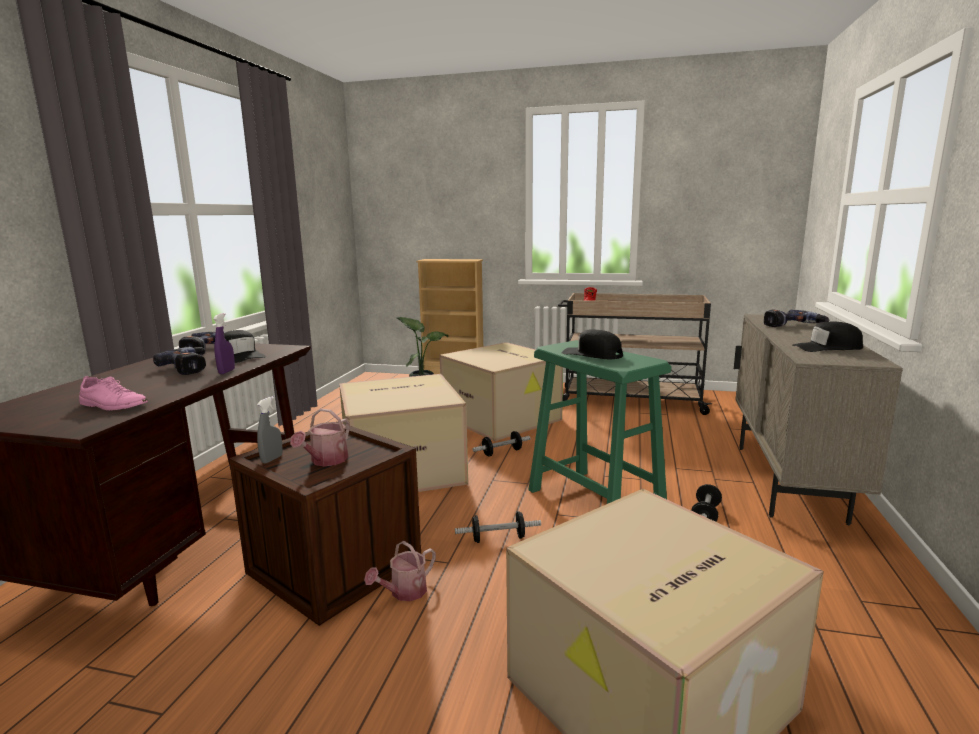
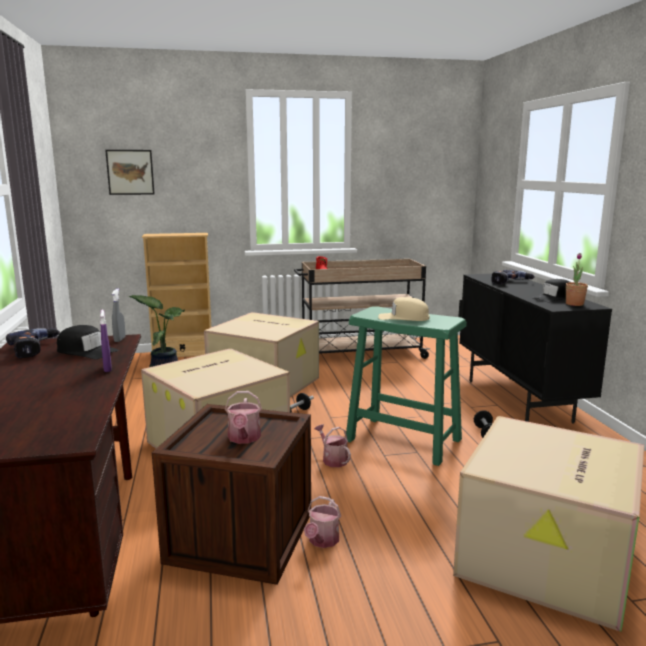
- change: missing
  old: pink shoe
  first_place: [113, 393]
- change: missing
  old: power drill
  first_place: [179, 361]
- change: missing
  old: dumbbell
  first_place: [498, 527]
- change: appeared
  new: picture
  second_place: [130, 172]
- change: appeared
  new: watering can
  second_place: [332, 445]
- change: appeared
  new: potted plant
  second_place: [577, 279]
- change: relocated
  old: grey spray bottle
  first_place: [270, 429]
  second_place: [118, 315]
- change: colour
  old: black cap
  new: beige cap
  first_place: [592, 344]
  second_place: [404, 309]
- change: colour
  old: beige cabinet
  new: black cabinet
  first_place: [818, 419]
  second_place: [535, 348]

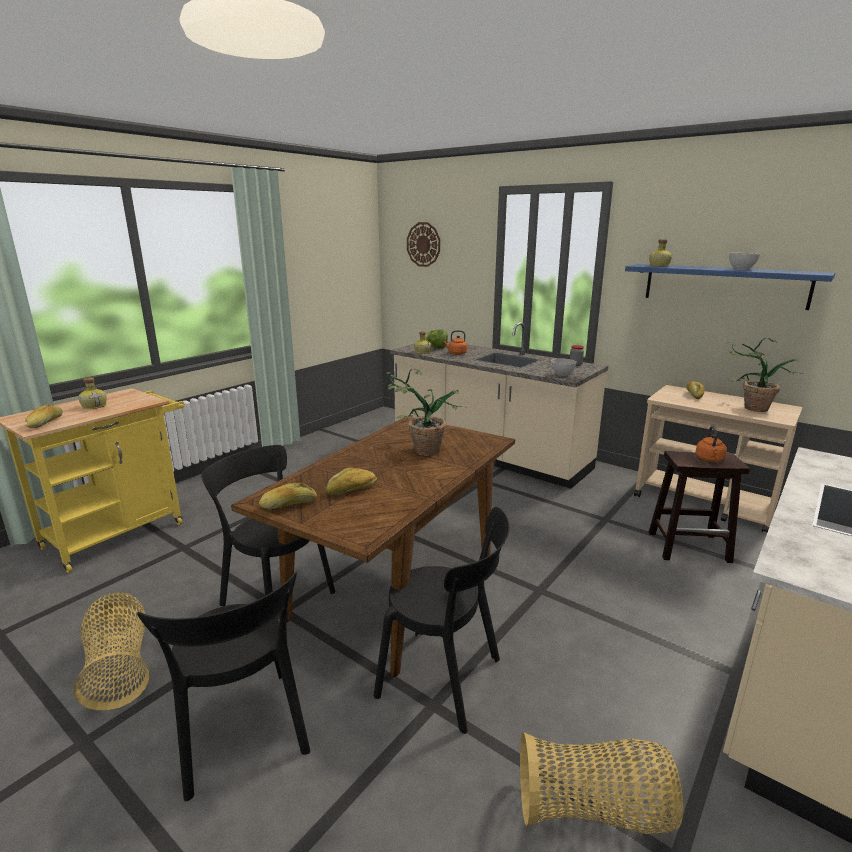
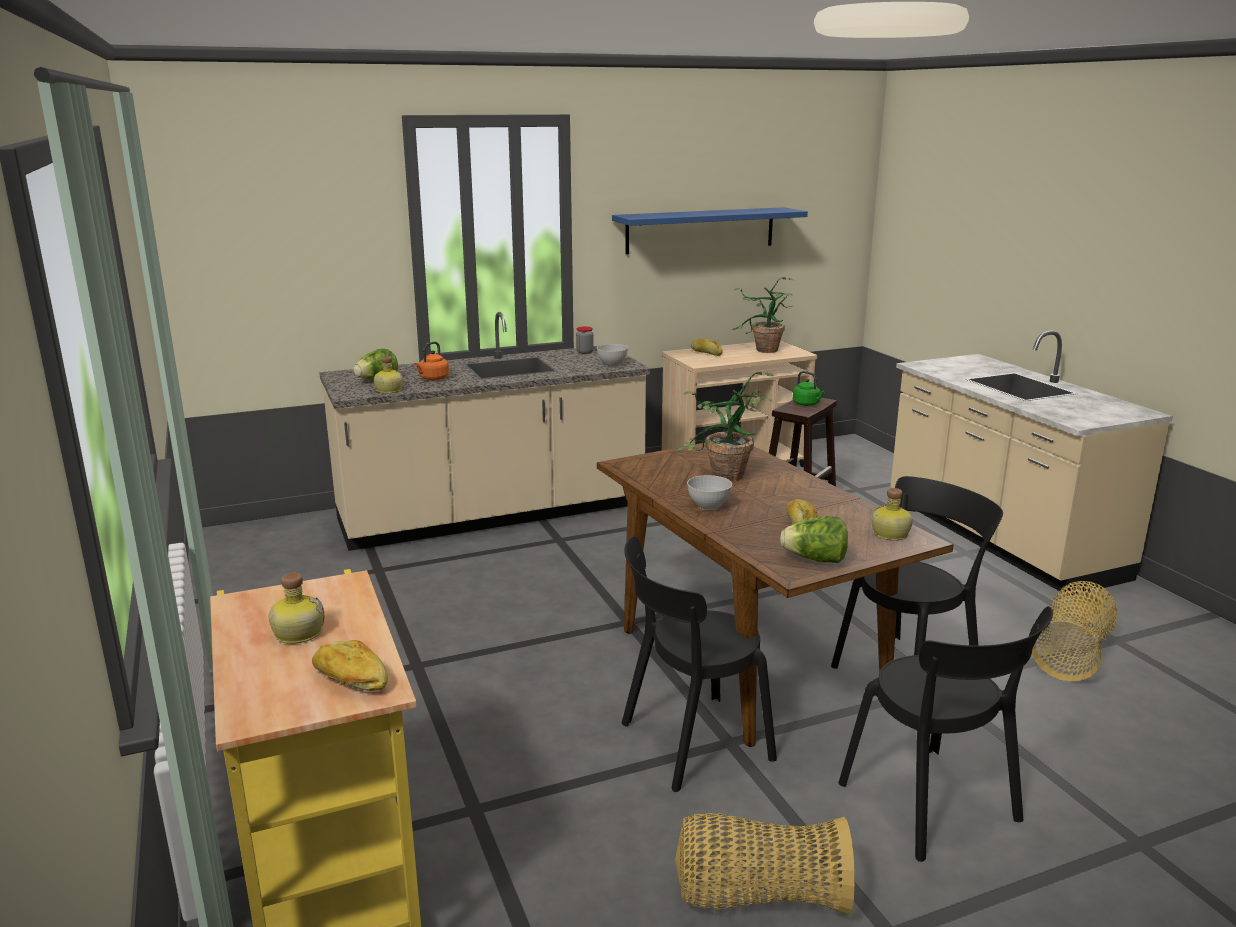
- change: missing
  old: wall clock
  first_place: [423, 244]
- change: relocated
  old: bottle
  first_place: [660, 252]
  second_place: [892, 514]
- change: relocated
  old: grey bowl
  first_place: [744, 261]
  second_place: [709, 492]
- change: exchanged
  old: bread
  new: lettuce
  first_place: [288, 496]
  second_place: [814, 539]
- change: colour
  old: orange kettle
  new: green kettle
  first_place: [711, 444]
  second_place: [809, 388]
- change: spun
  old: black chair
  first_place: [223, 686]
  second_place: [946, 734]
  degrees: 60

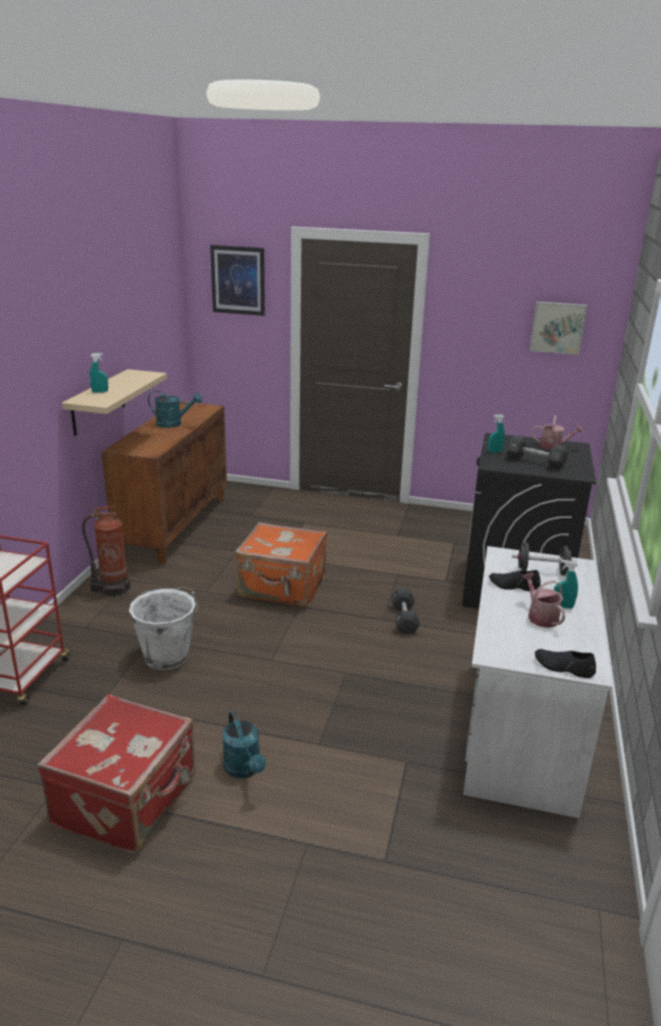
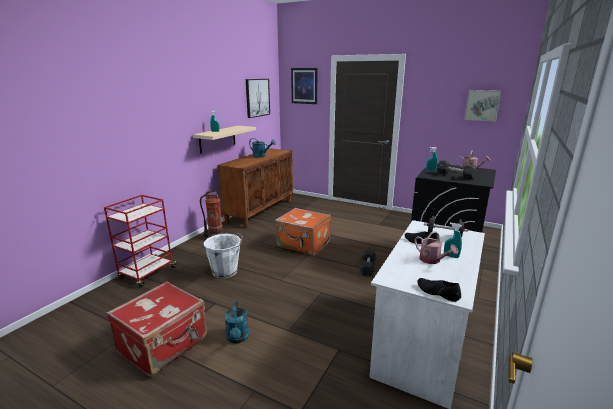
- change: appeared
  new: picture
  second_place: [258, 98]
- change: spun
  old: watering can
  first_place: [543, 600]
  second_place: [436, 247]
  degrees: 150

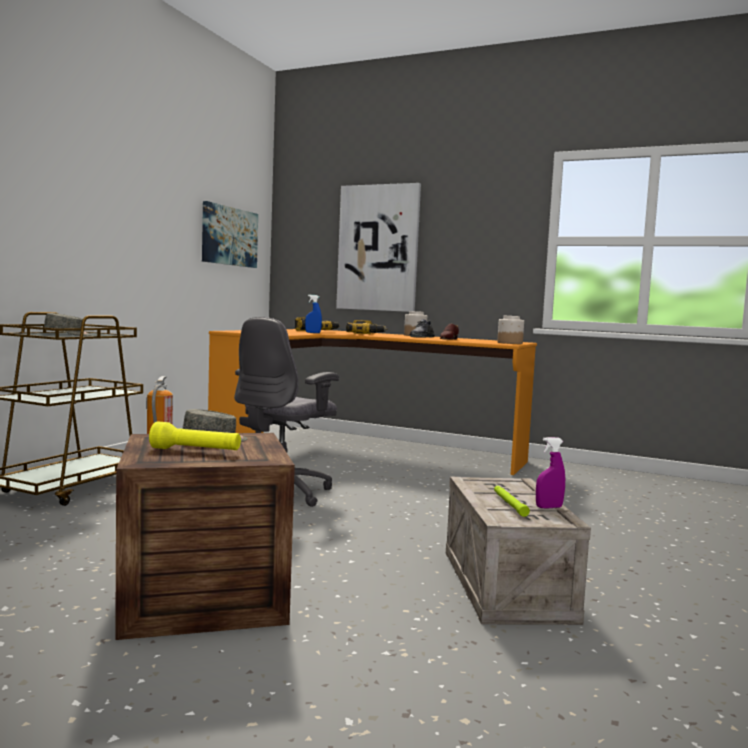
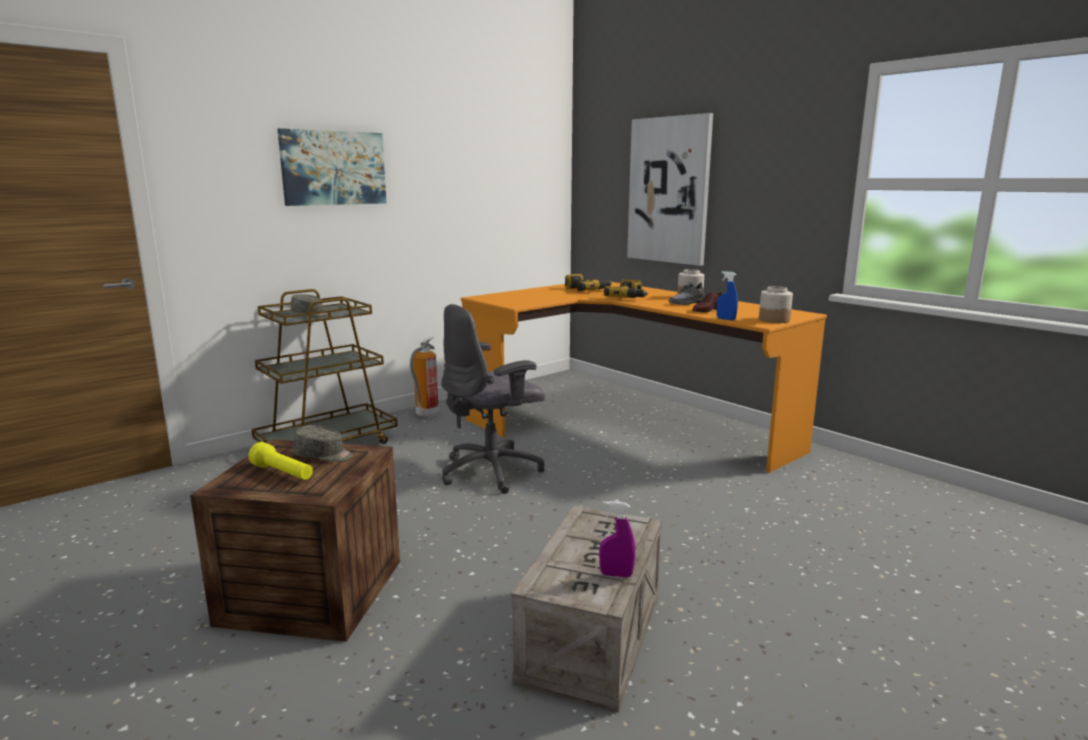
- change: missing
  old: green flashlight
  first_place: [512, 501]
- change: relocated
  old: picture
  first_place: [230, 234]
  second_place: [331, 167]
- change: relocated
  old: blue spray bottle
  first_place: [313, 314]
  second_place: [727, 295]

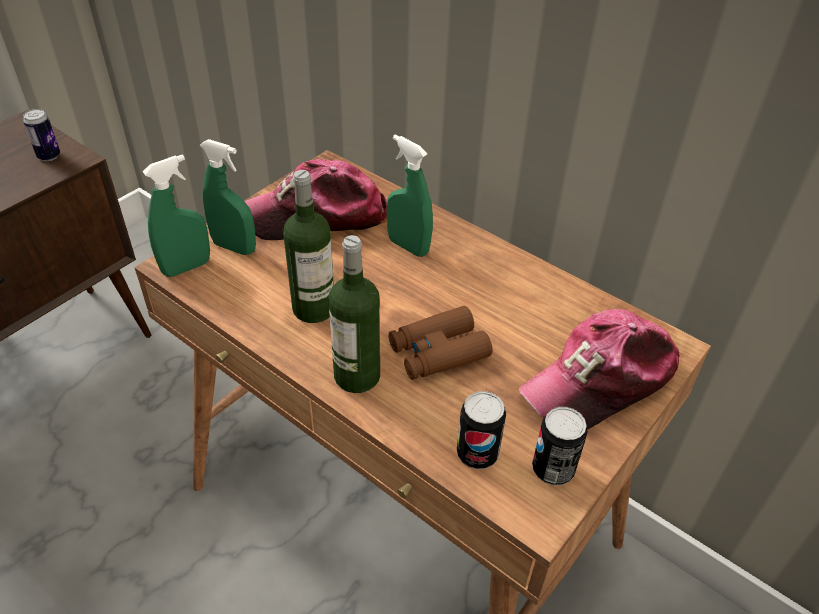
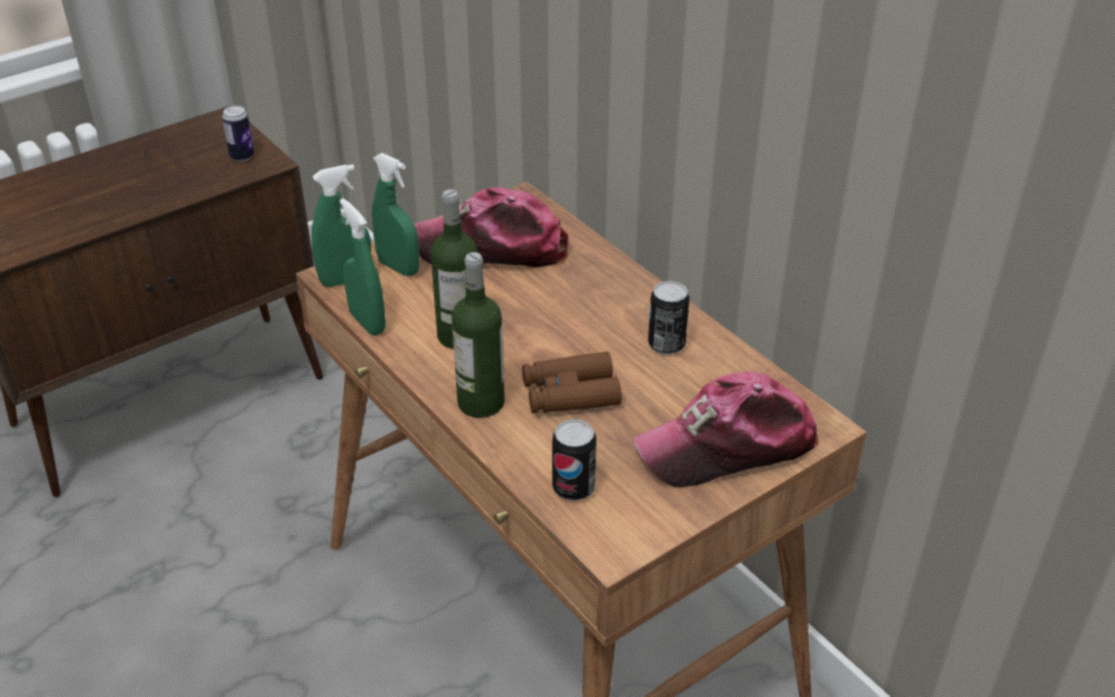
- change: relocated
  old: green spray bottle
  first_place: [410, 195]
  second_place: [363, 267]
- change: relocated
  old: can
  first_place: [560, 446]
  second_place: [669, 318]

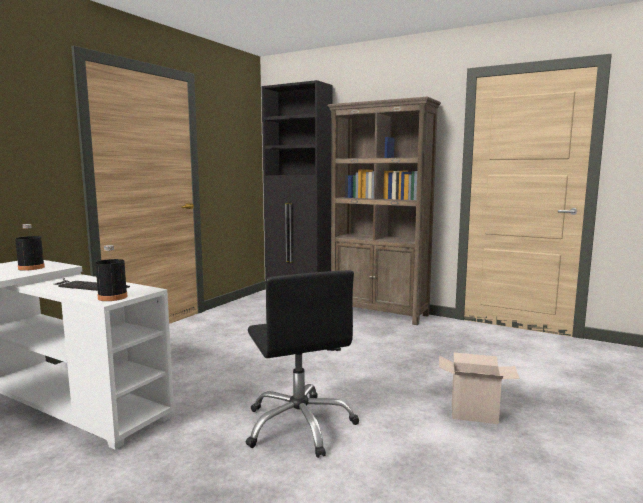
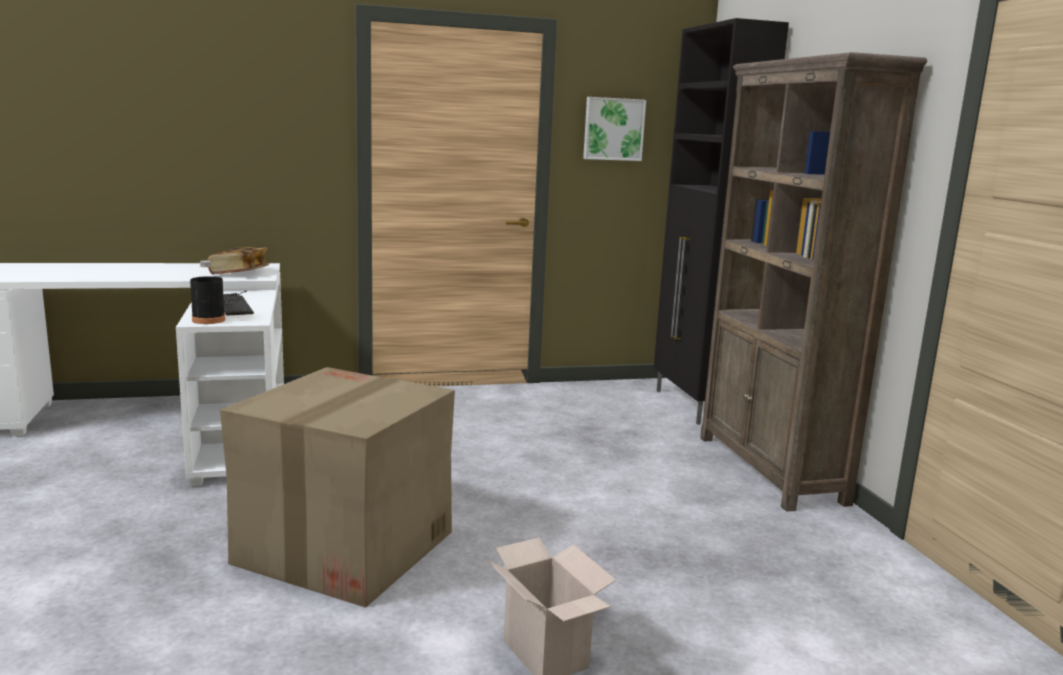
- change: appeared
  new: picture
  second_place: [614, 129]
- change: exchanged
  old: black bottle
  new: book
  first_place: [30, 247]
  second_place: [238, 261]
- change: exchanged
  old: black office chair
  new: cardboard box
  first_place: [302, 364]
  second_place: [337, 487]

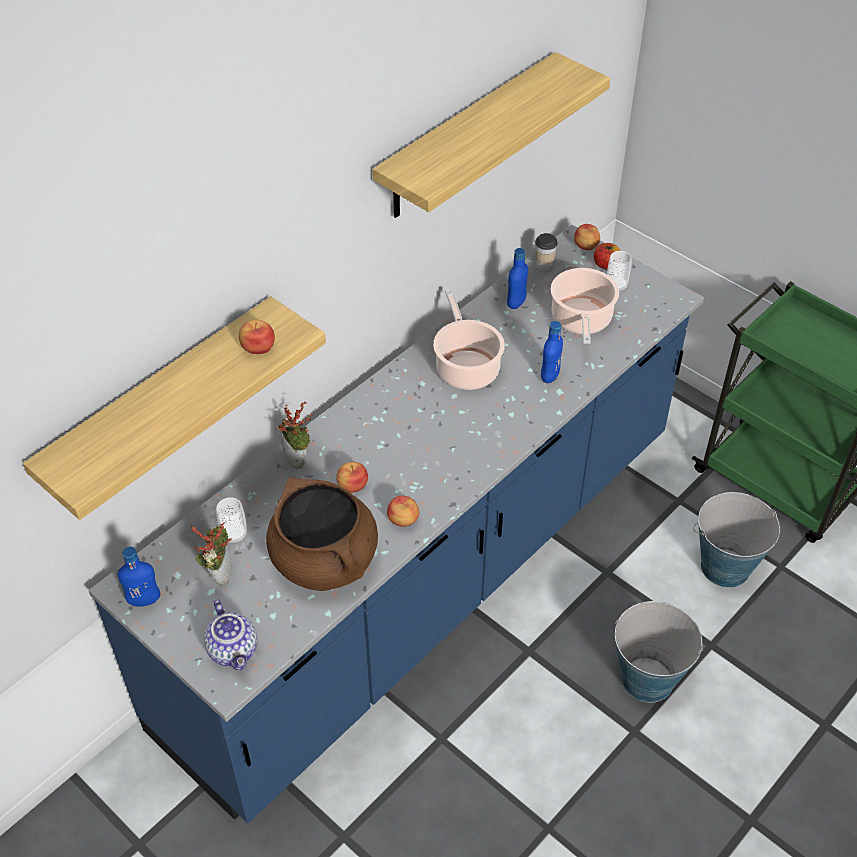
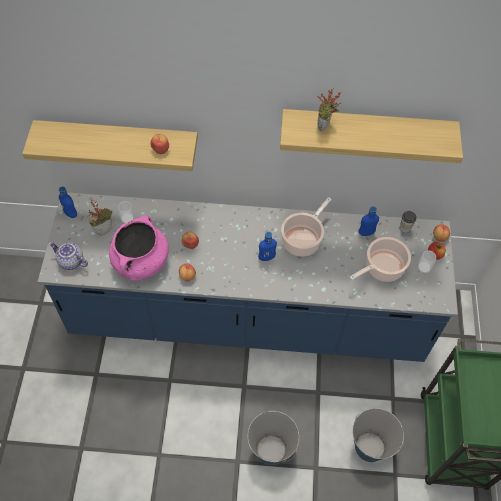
- change: relocated
  old: potted plant
  first_place: [295, 435]
  second_place: [329, 109]
- change: relocated
  old: blue bottle
  first_place: [552, 352]
  second_place: [267, 246]
- change: colour
  old: brown cooking pot
  new: pink cooking pot
  first_place: [322, 534]
  second_place: [139, 248]
- change: spun
  old: teapot
  first_place: [231, 635]
  second_place: [68, 256]
  degrees: 90

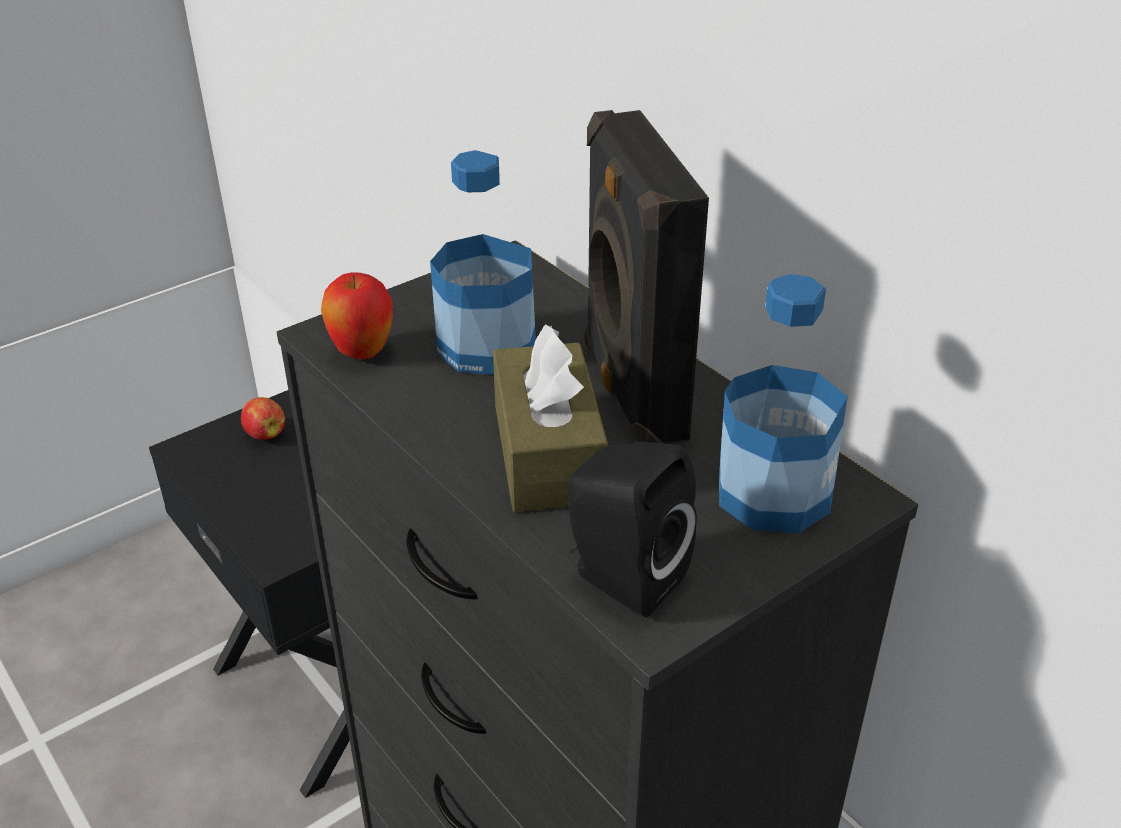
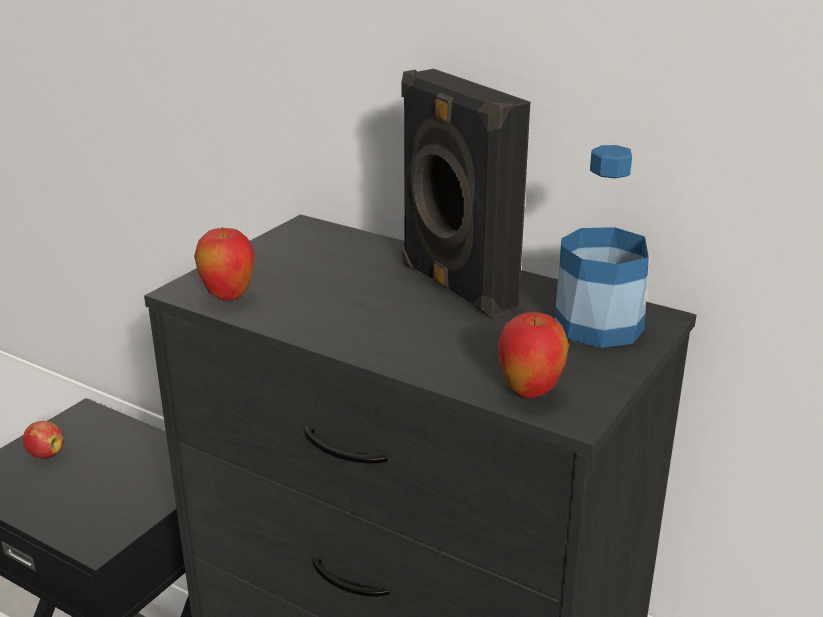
- change: missing
  old: bottle
  first_place: [483, 262]
- change: missing
  old: brown tissue box
  first_place: [550, 418]
- change: exchanged
  old: black speaker
  new: apple
  first_place: [632, 529]
  second_place: [533, 355]

